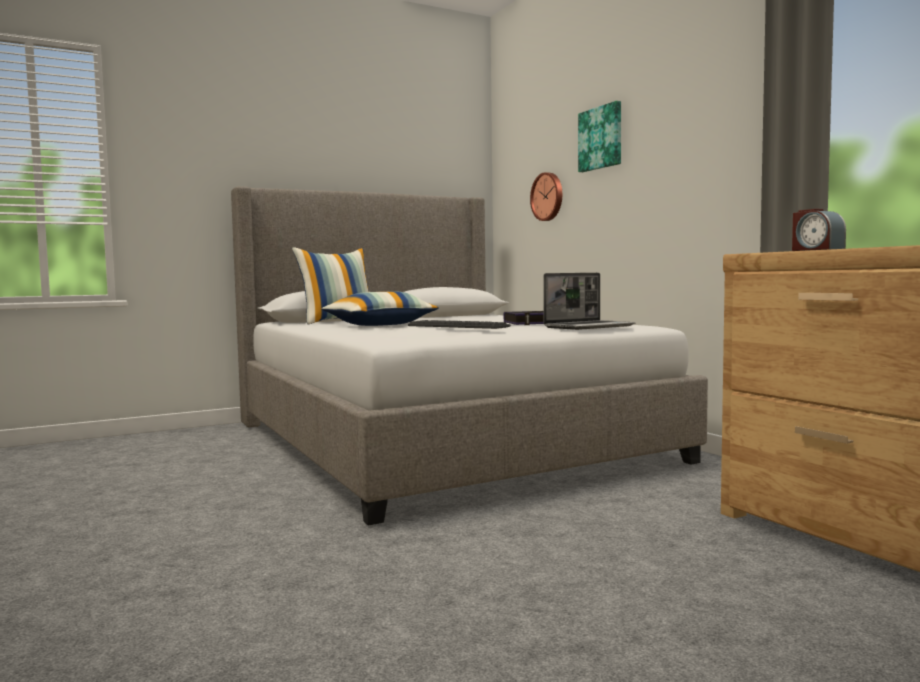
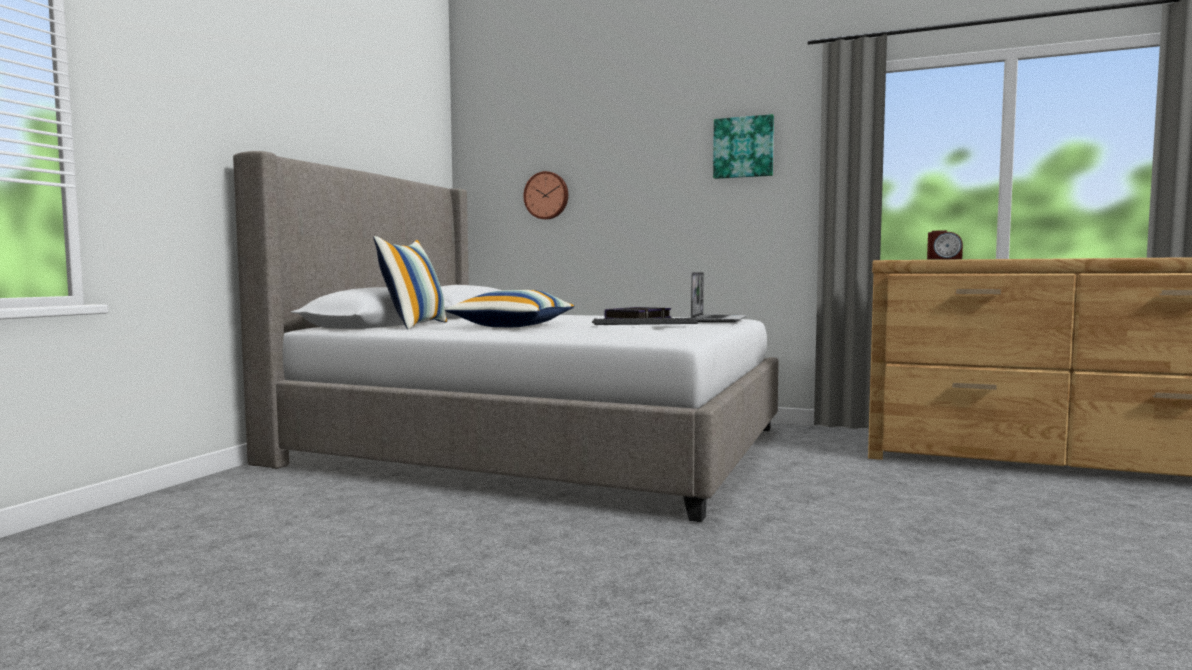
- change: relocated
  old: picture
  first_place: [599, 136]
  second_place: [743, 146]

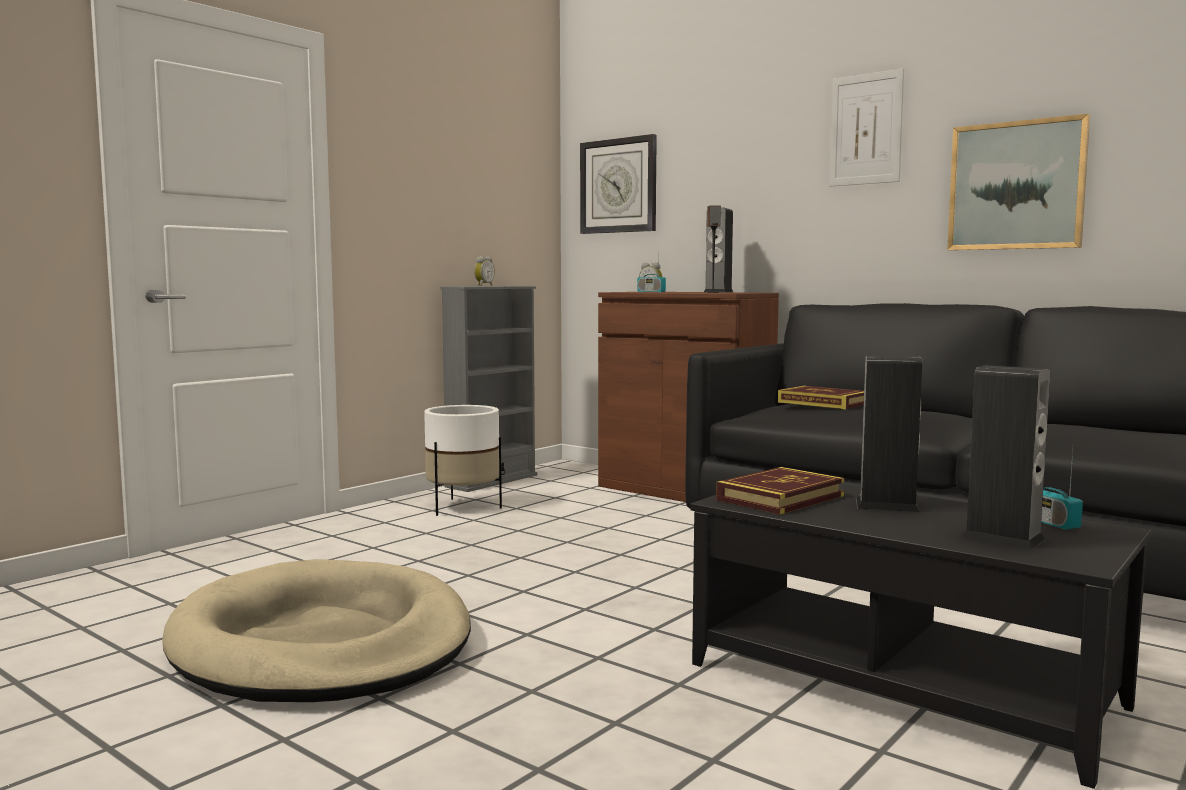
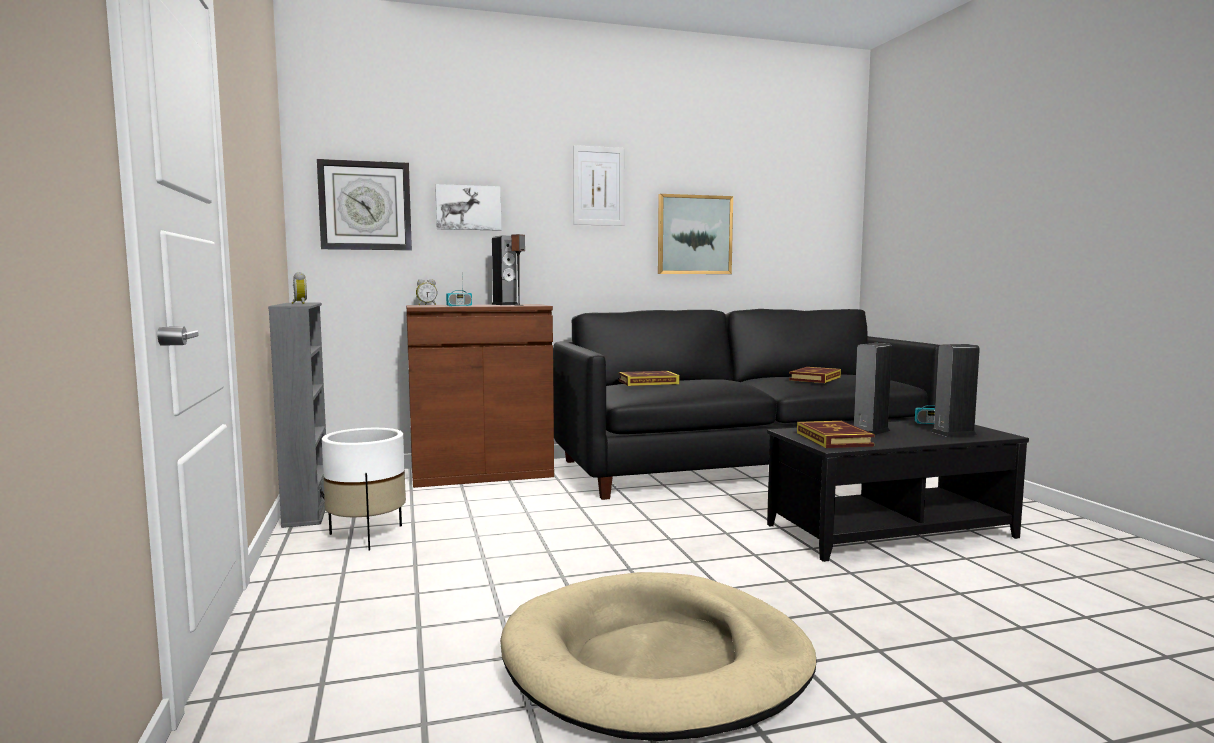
- change: appeared
  new: picture
  second_place: [468, 207]
- change: appeared
  new: book
  second_place: [815, 375]

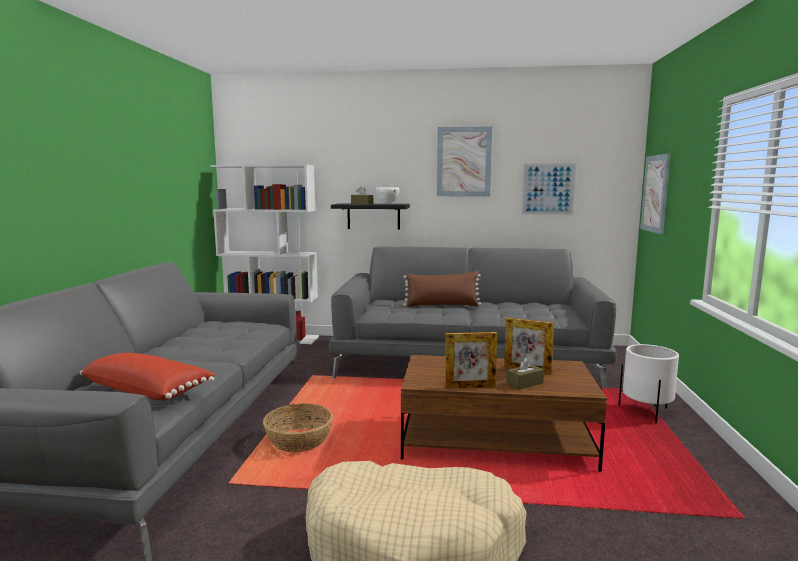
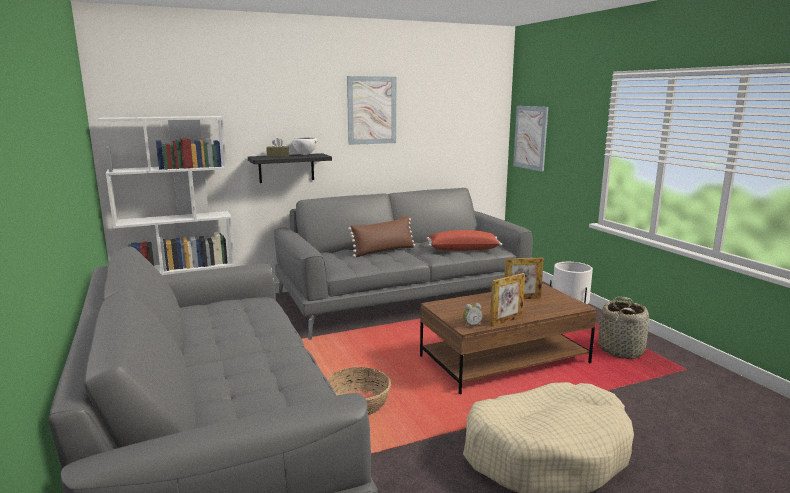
- change: missing
  old: brown tissue box
  first_place: [525, 373]
- change: missing
  old: picture
  first_place: [548, 189]
- change: appeared
  new: alarm clock
  second_place: [473, 315]
- change: appeared
  new: basket
  second_place: [623, 328]
- change: relocated
  old: red pillow
  first_place: [147, 377]
  second_place: [464, 240]

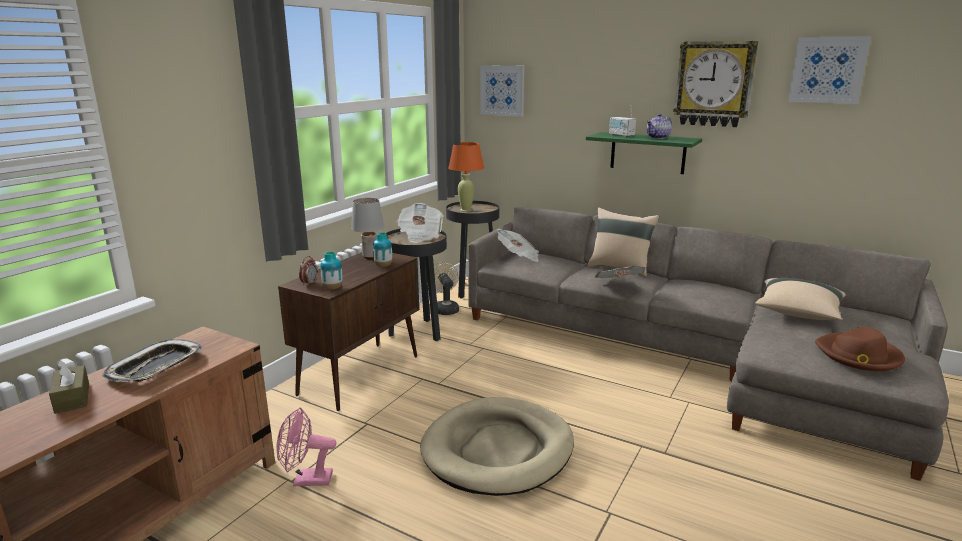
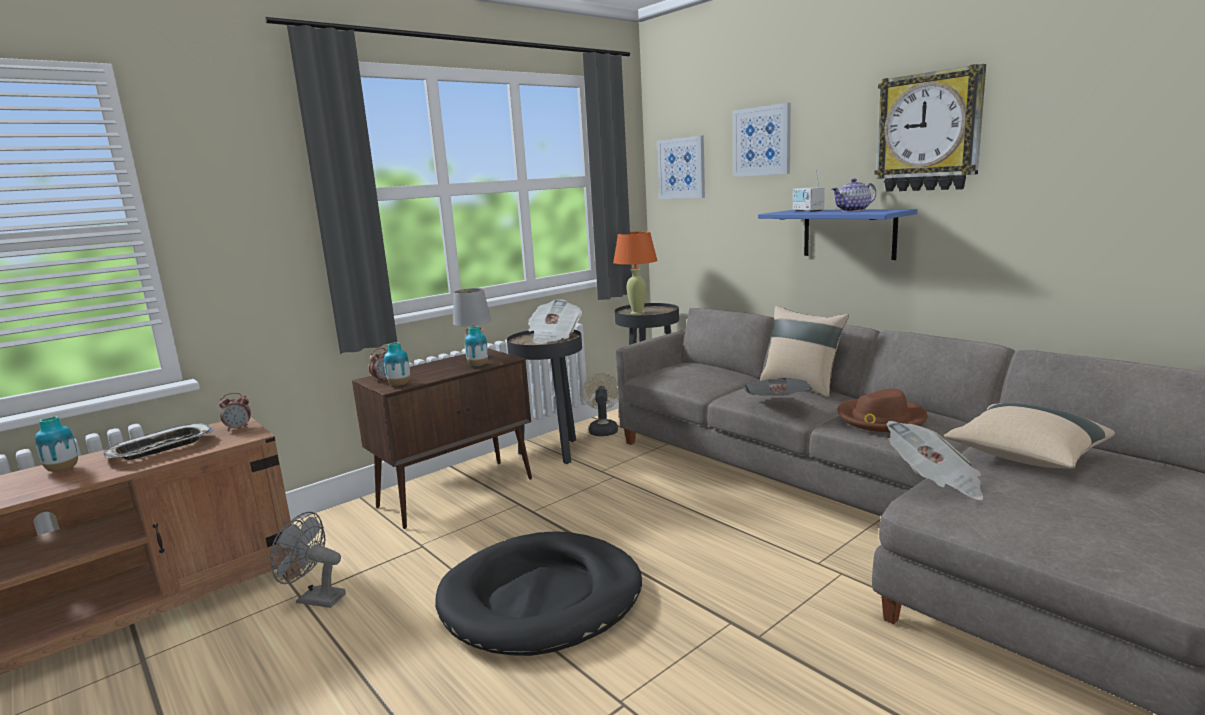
- change: appeared
  new: alarm clock
  second_place: [235, 412]
- change: relocated
  old: newspaper
  first_place: [518, 245]
  second_place: [935, 460]
- change: relocated
  old: picture
  first_place: [829, 70]
  second_place: [762, 140]
- change: relocated
  old: brown hat
  first_place: [860, 349]
  second_place: [882, 410]
- change: exchanged
  old: brown tissue box
  new: vase
  first_place: [69, 387]
  second_place: [56, 444]
- change: colour
  old: pink fan
  new: grey fan
  first_place: [306, 447]
  second_place: [308, 560]
- change: colour
  old: beige dog bed
  new: black dog bed
  first_place: [497, 446]
  second_place: [538, 593]
- change: colour
  old: green shelf
  new: blue shelf
  first_place: [644, 153]
  second_place: [838, 234]

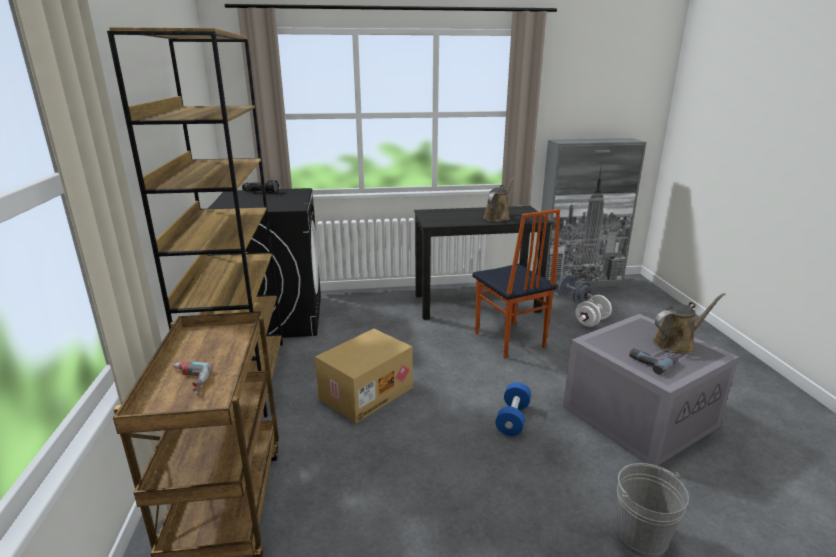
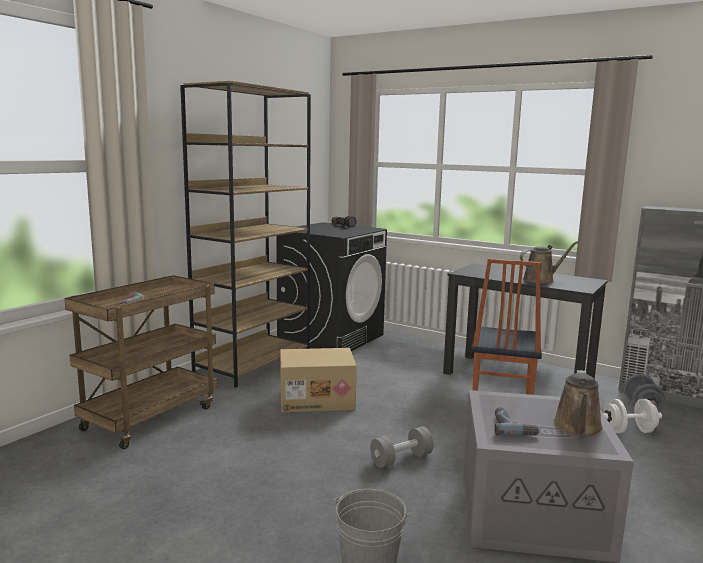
- change: colour
  old: blue dumbbell
  new: grey dumbbell
  first_place: [513, 409]
  second_place: [402, 447]
- change: spun
  old: brown watering can
  first_place: [689, 323]
  second_place: [578, 403]
  degrees: 90

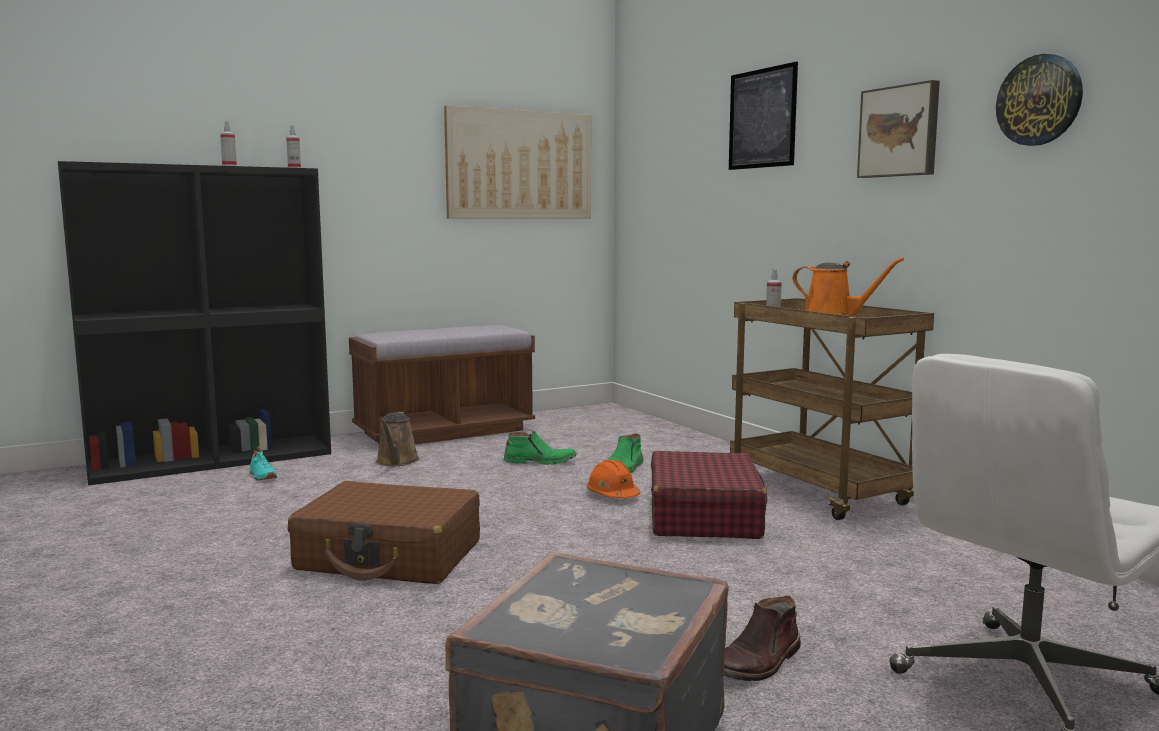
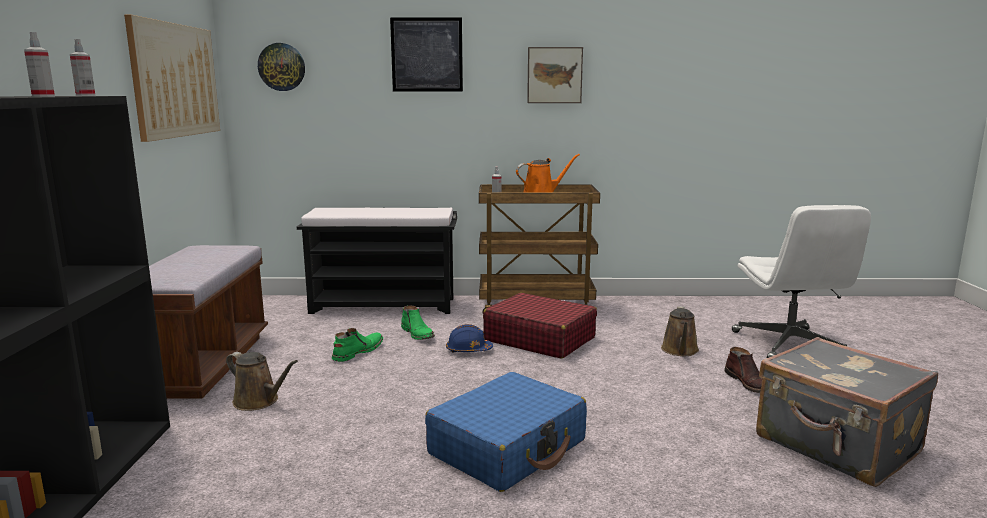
- change: missing
  old: turquoise shoe
  first_place: [263, 463]
- change: appeared
  new: black bench
  second_place: [377, 261]
- change: appeared
  new: brown watering can
  second_place: [680, 331]
- change: relocated
  old: wall clock
  first_place: [1039, 100]
  second_place: [281, 67]
- change: colour
  old: brown suitcase
  new: blue suitcase
  first_place: [384, 532]
  second_place: [506, 432]
- change: colour
  old: orange hard hat
  new: blue hard hat
  first_place: [613, 479]
  second_place: [469, 338]

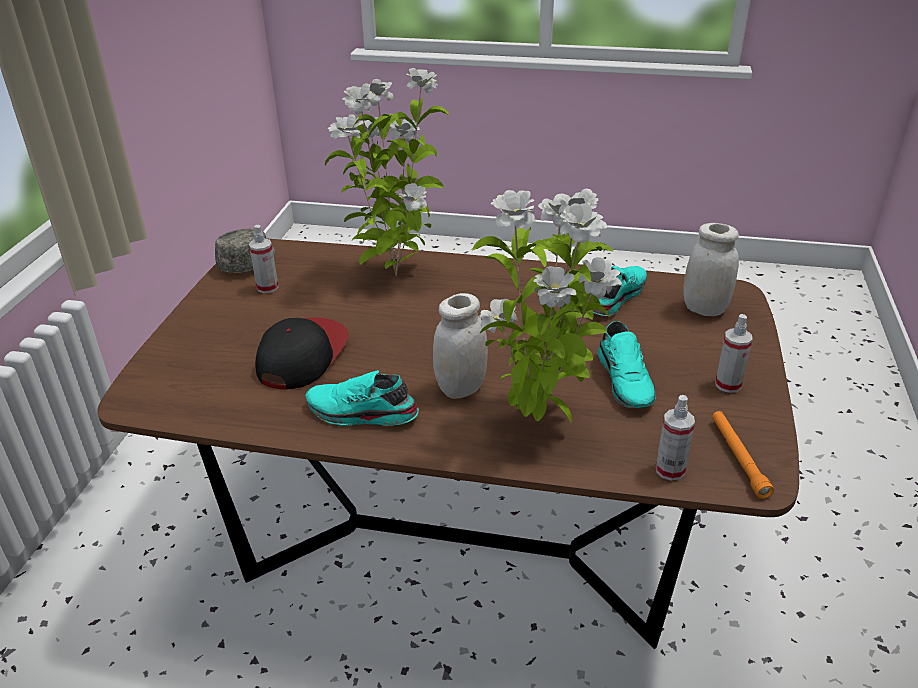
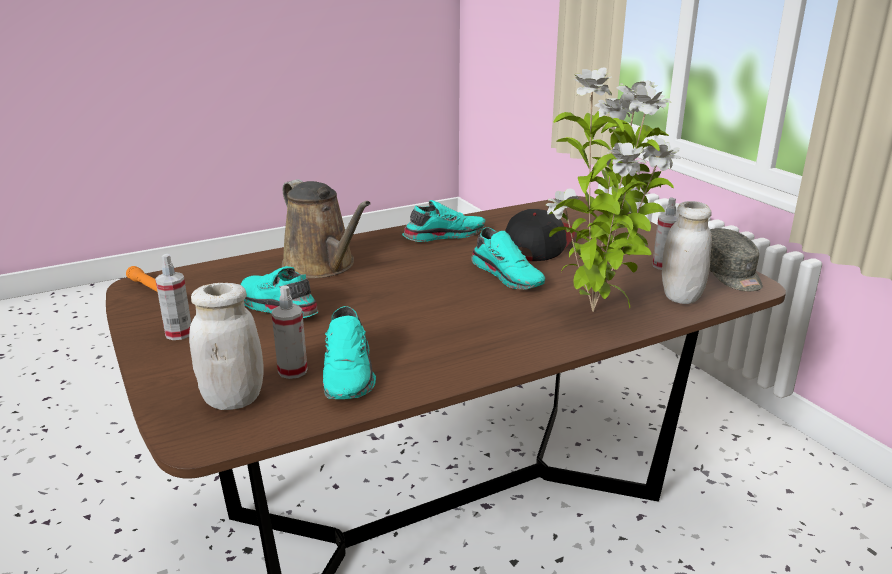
- change: appeared
  new: turquoise shoe
  second_place: [508, 258]
- change: relocated
  old: white jar
  first_place: [460, 346]
  second_place: [687, 252]
- change: relocated
  old: spray bottle
  first_place: [675, 438]
  second_place: [289, 332]
- change: exchanged
  old: potted plant
  new: brown watering can
  first_place: [547, 306]
  second_place: [326, 228]
- change: spun
  old: cap
  first_place: [302, 353]
  second_place: [540, 235]
  degrees: -135

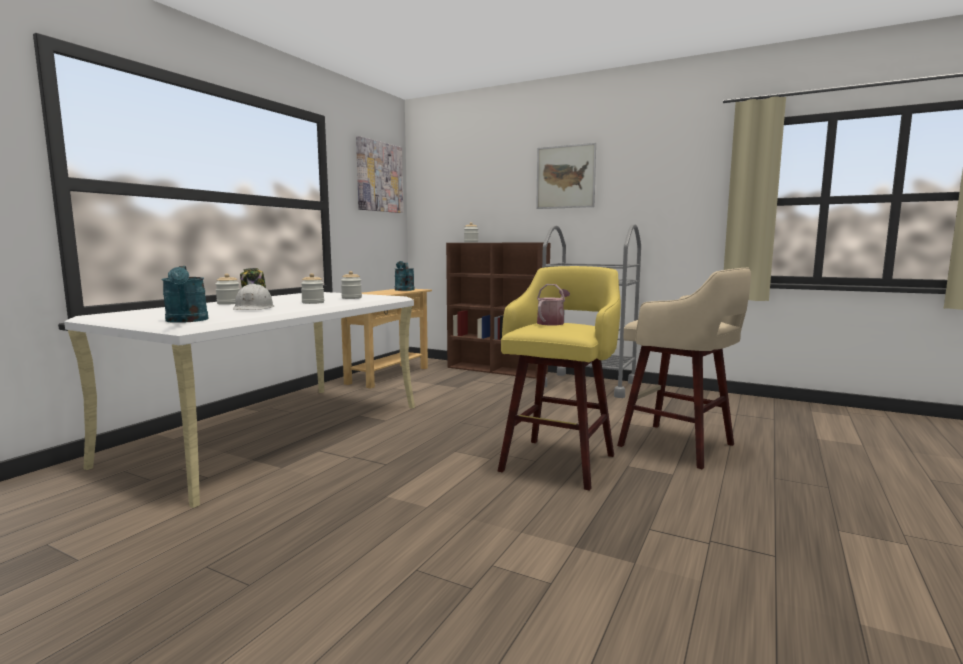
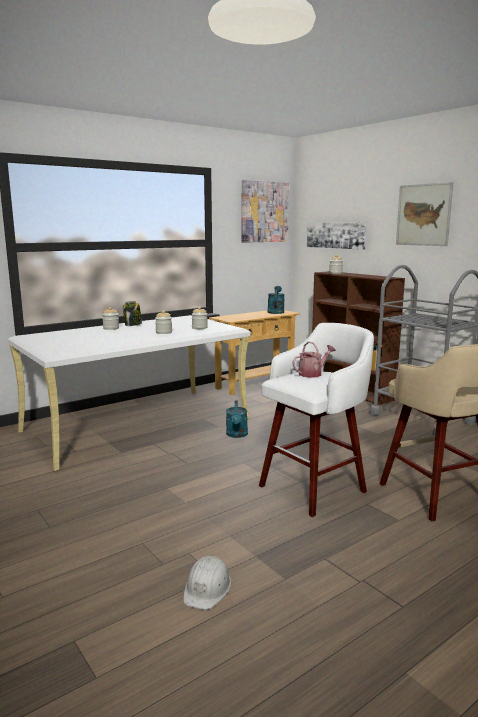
- change: appeared
  new: picture
  second_place: [337, 236]
- change: relocated
  old: turquoise watering can
  first_place: [185, 294]
  second_place: [237, 419]
- change: relocated
  old: white hard hat
  first_place: [253, 297]
  second_place: [207, 583]
- change: colour
  old: yellow stool
  new: white stool
  first_place: [559, 378]
  second_place: [316, 420]

